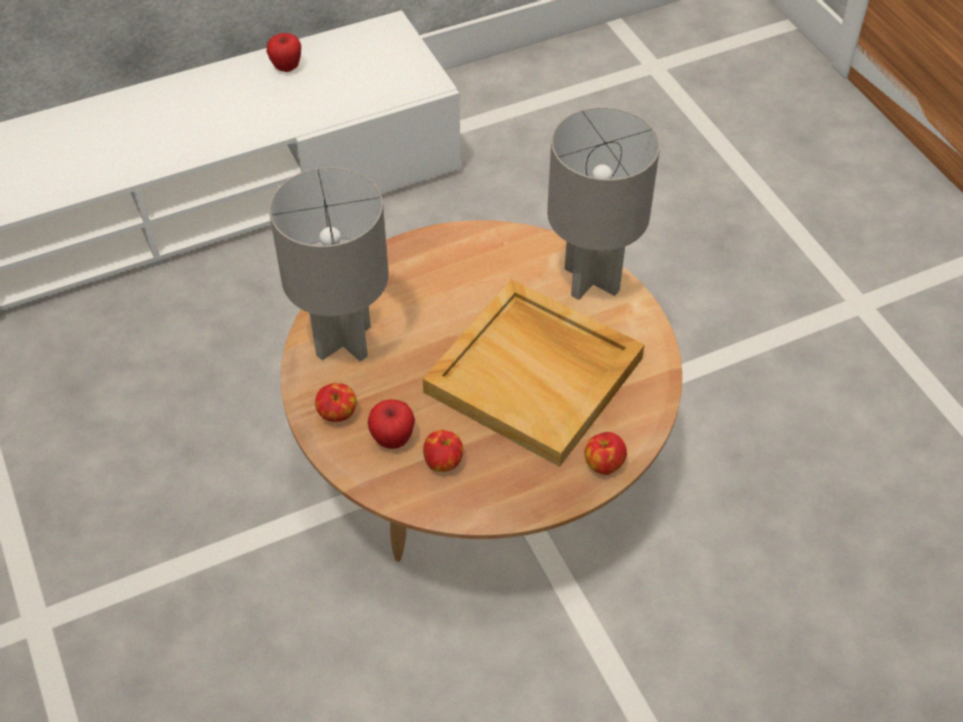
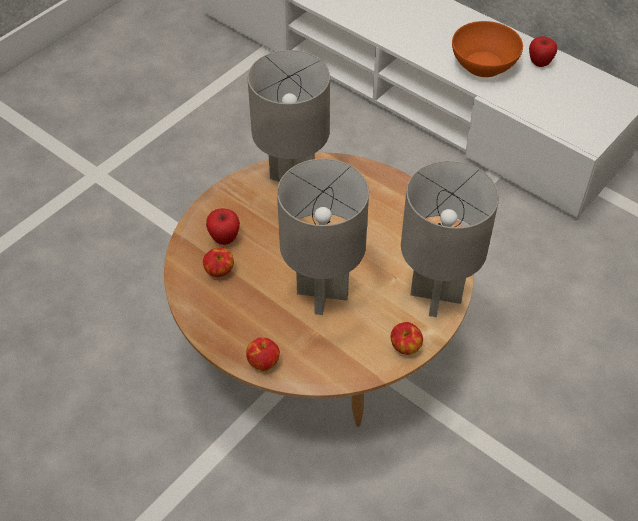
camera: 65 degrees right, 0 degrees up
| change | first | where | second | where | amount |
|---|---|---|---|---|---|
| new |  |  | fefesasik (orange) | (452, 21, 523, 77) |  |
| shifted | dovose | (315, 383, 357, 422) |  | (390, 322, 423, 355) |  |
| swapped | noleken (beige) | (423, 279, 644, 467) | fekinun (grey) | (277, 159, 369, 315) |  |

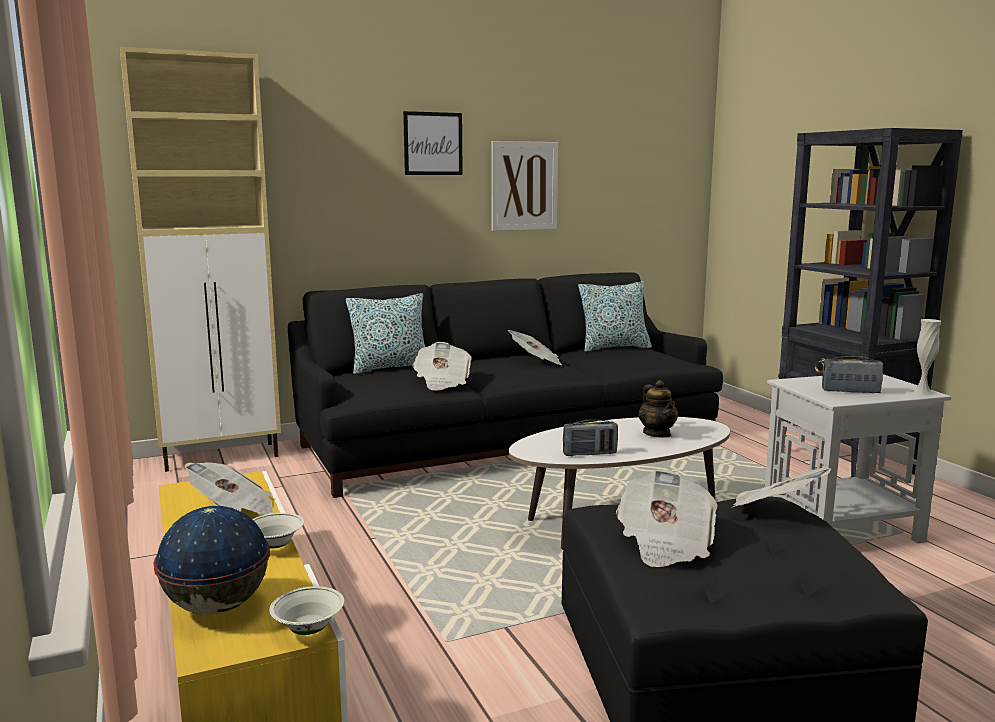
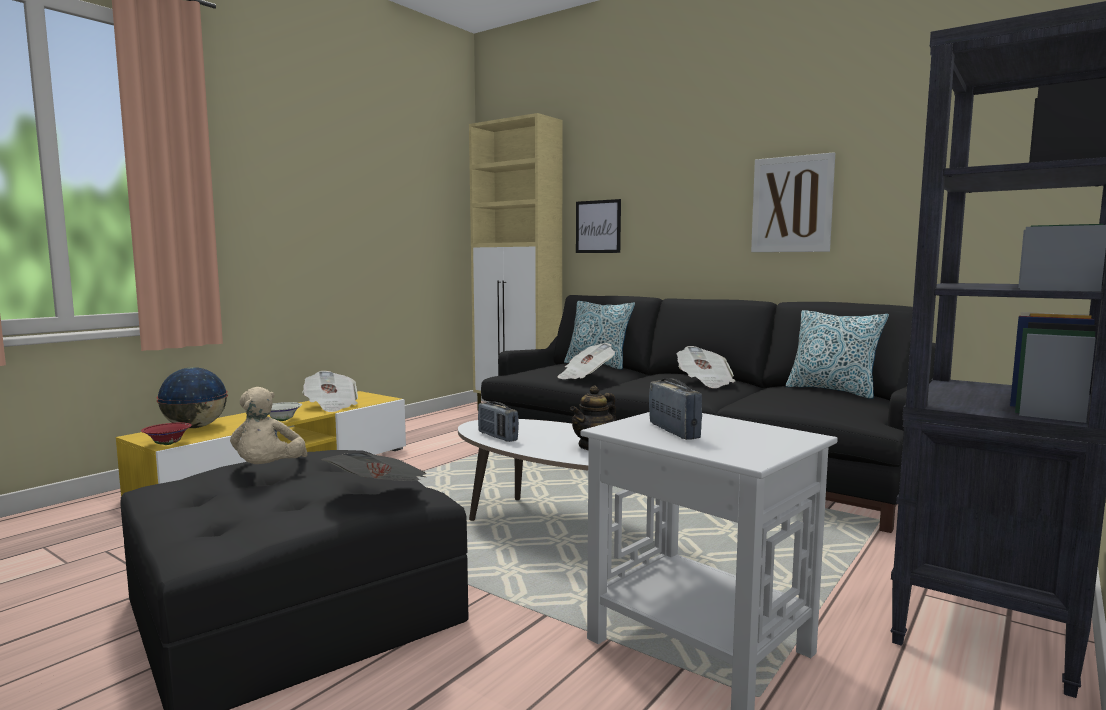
camera: 60 degrees right, 5 degrees down
| change | first | where | second | where | amount |
|---|---|---|---|---|---|
| gone | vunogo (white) | (911, 319, 942, 395) |  |  |  |
| shifted | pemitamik | (403, 111, 463, 175) |  | (576, 199, 621, 253) |  |
| swapped | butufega | (616, 469, 717, 567) | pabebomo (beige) | (230, 387, 308, 464) |  |
| repainted | fefesasik (white) | (269, 586, 344, 635) | fefesasik (red) | (141, 423, 192, 445) |  |

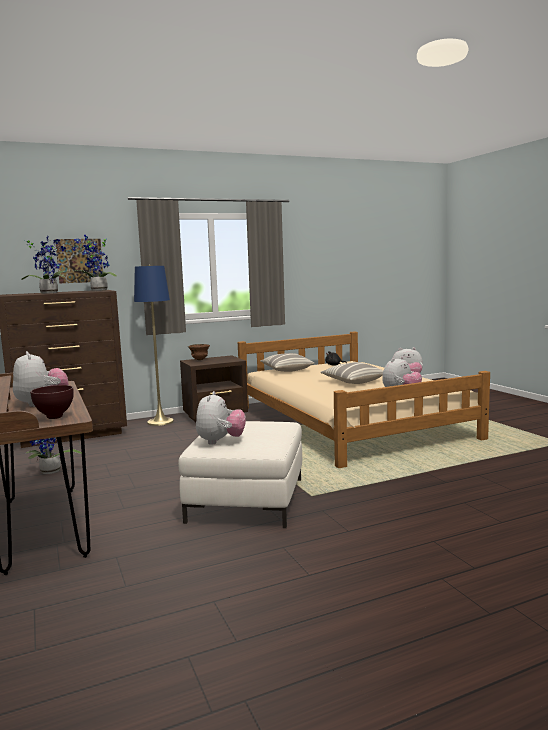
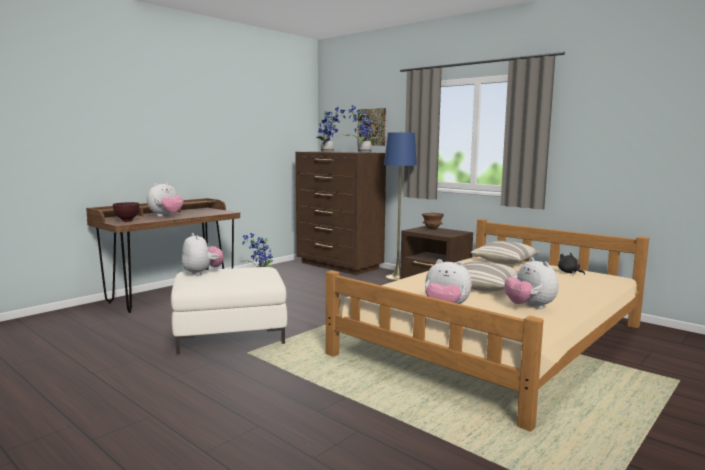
camera: 65 degrees right, 0 degrees up
| change | first | where | second | where | amount |
|---|---|---|---|---|---|
| rotated | pabebomo | (196, 391, 246, 445) |  | (182, 233, 224, 276) | 105 degrees counterclockwise |

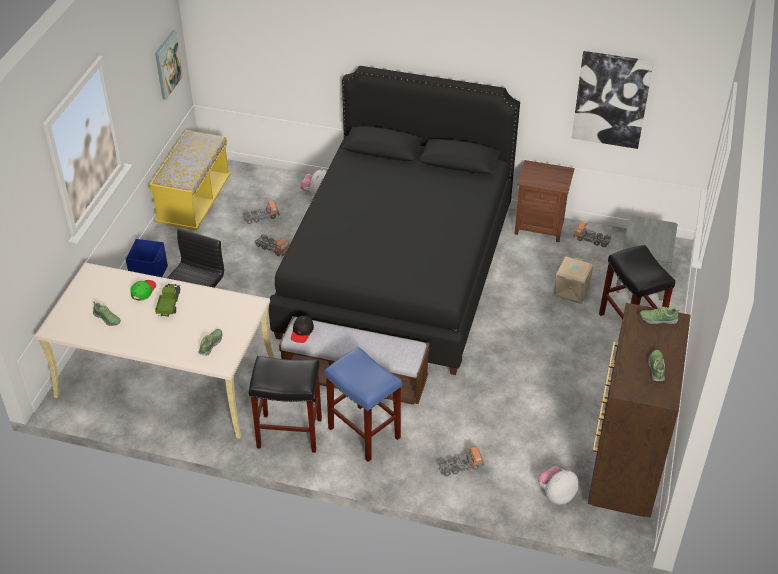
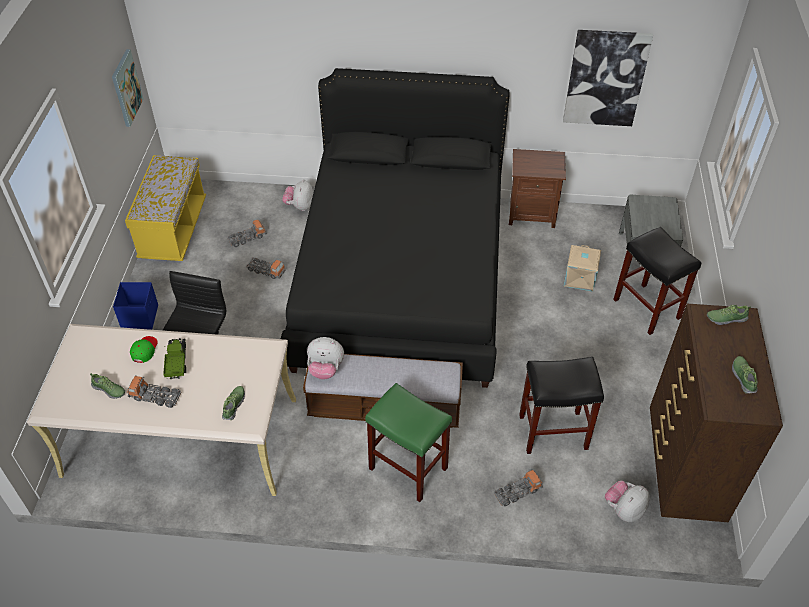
camera: 10 degrees left, 5 degrees up
| change | first | where | second | where | amount |
|---|---|---|---|---|---|
| shifted | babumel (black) | (249, 356, 322, 453) |  | (519, 357, 604, 454) |  |
| shifted | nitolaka | (573, 222, 612, 247) |  | (127, 375, 181, 408) |  |
| swapped | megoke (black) | (291, 316, 314, 343) | pabebomo | (307, 337, 344, 379) |  |
| repainted | babumel (blue) | (325, 347, 402, 462) | babumel (green) | (365, 383, 452, 502) |  |

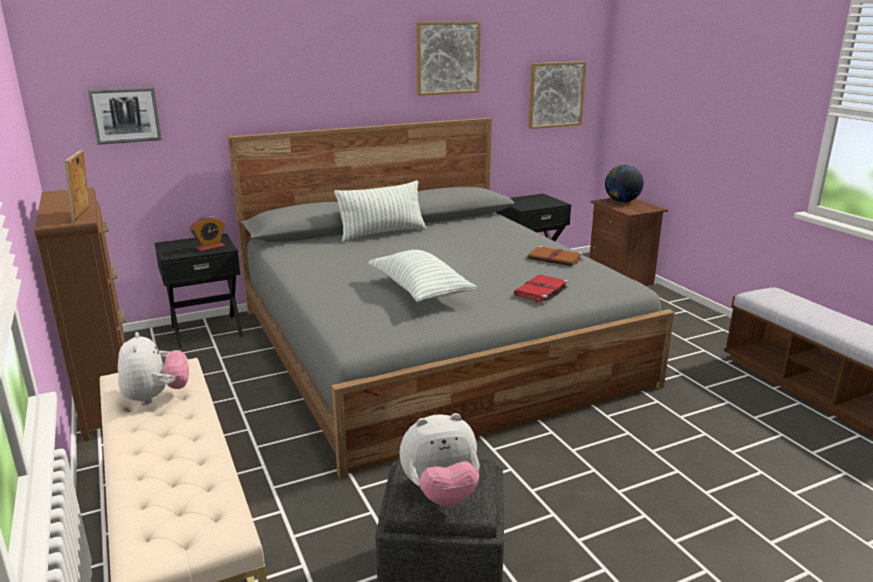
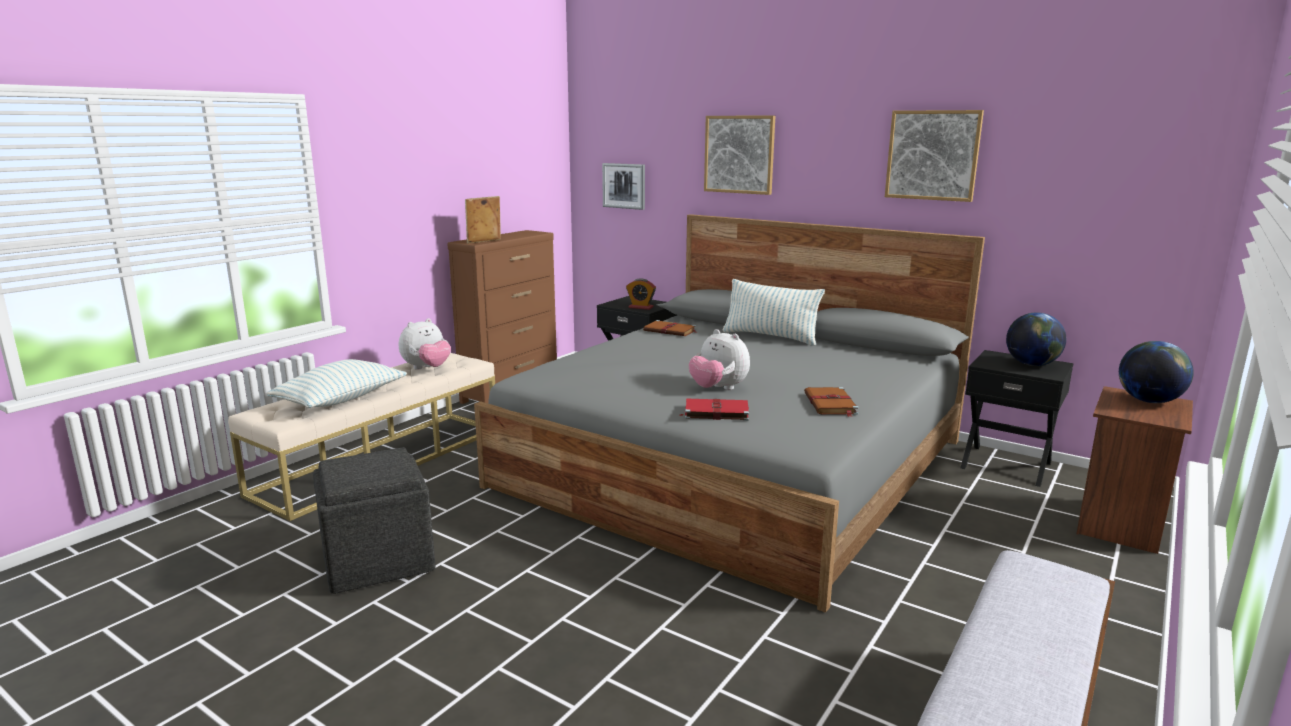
camera: 60 degrees right, 5 degrees down
| change | first | where | second | where | amount |
|---|---|---|---|---|---|
| new |  |  | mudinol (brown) | (643, 320, 697, 336) |  |
| new |  |  | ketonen | (1006, 312, 1066, 366) |  |
| shifted | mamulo | (368, 250, 477, 302) |  | (267, 359, 407, 408) |  |
| shifted | pabebomo | (399, 413, 480, 507) |  | (689, 329, 750, 390) |  |
| shifted | pemitamik | (528, 61, 586, 129) |  | (704, 116, 775, 195) |  |

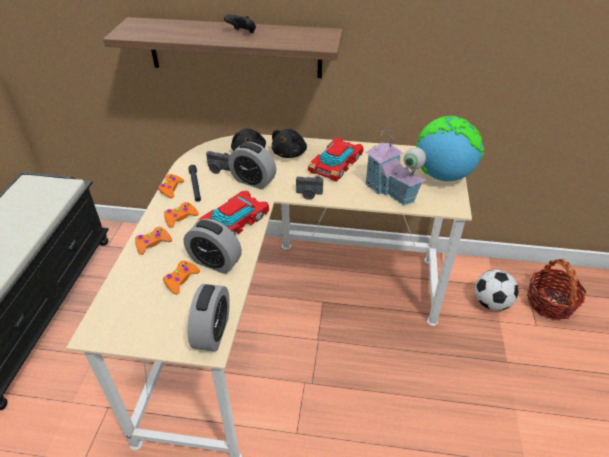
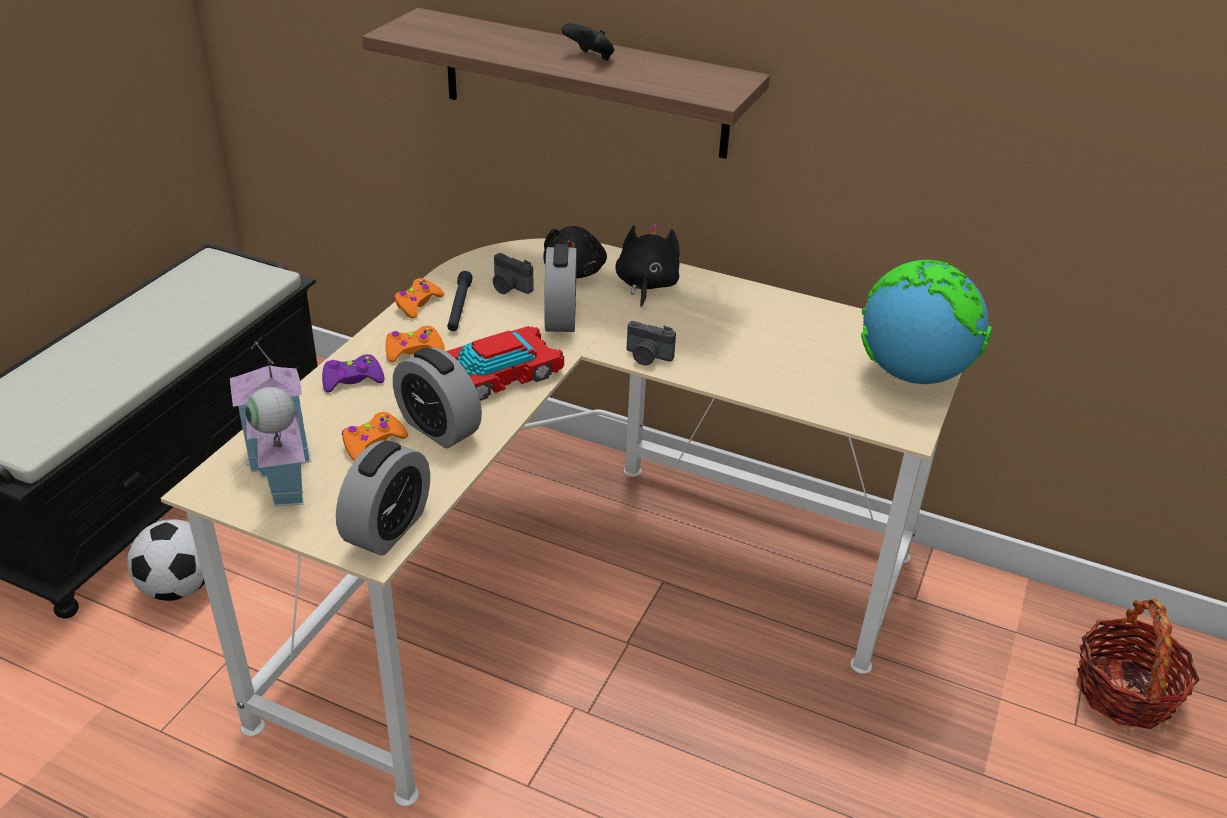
camera: 15 degrees right, 5 degrees down
| change | first | where | second | where | amount |
|---|---|---|---|---|---|
| gone | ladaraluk | (308, 138, 364, 181) |  |  |  |
| shifted | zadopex | (365, 128, 426, 206) |  | (230, 335, 312, 506) |  |
| shifted | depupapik | (475, 270, 519, 311) |  | (127, 519, 205, 601) |  |
| repainted | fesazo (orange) | (135, 227, 172, 255) | fesazo (purple) | (322, 354, 384, 393) |  |
| rotated | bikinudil | (228, 142, 276, 189) |  | (544, 244, 577, 332) | 135 degrees counterclockwise |
| rotated | pabebomo (black) | (272, 129, 307, 158) |  | (615, 224, 680, 307) | 150 degrees clockwise |

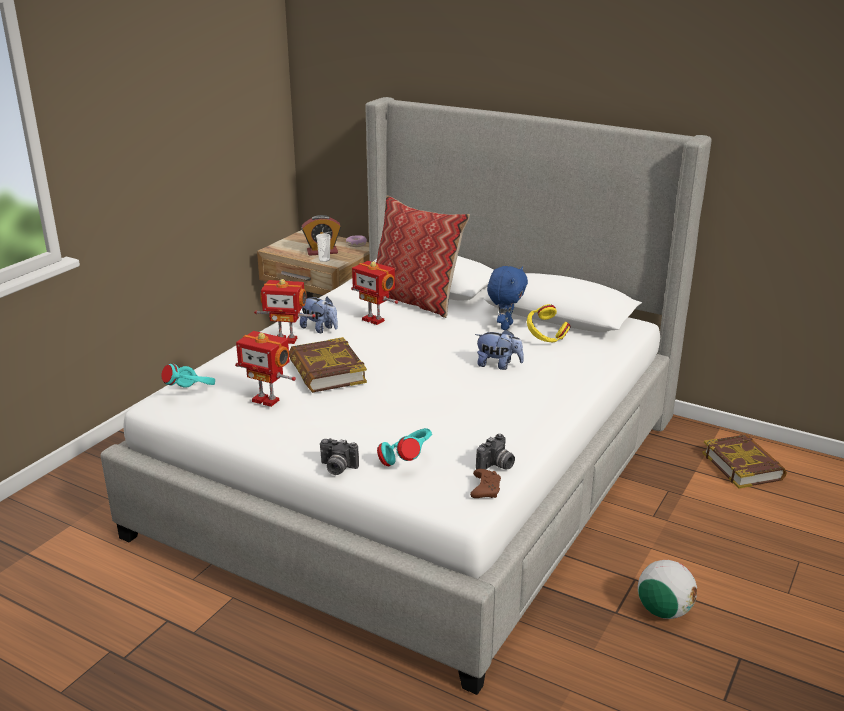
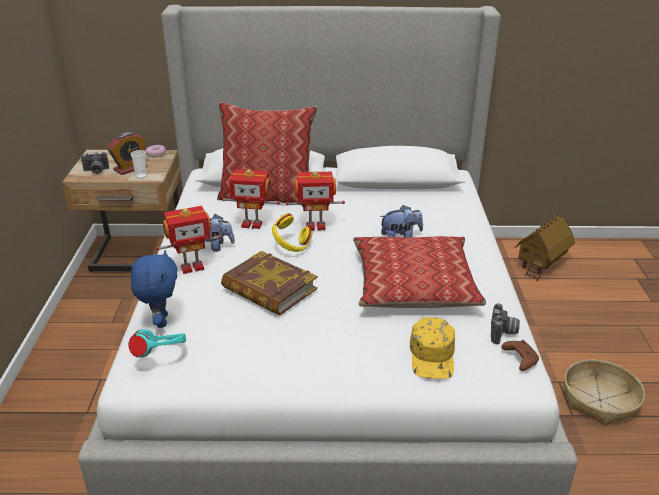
camera: 30 degrees left, 5 degrees up
| change | first | where | second | where | amount |
|---|---|---|---|---|---|
| new |  |  | mamulo | (353, 236, 486, 308) |  |
| shifted | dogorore | (235, 331, 296, 407) |  | (286, 171, 345, 230) |  |
| shifted | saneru | (320, 438, 359, 475) |  | (81, 152, 109, 174) |  |
| shifted | pabebomo (blue) | (487, 266, 528, 330) |  | (131, 250, 177, 328) |  |
| shifted | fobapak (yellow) | (527, 304, 571, 342) |  | (272, 213, 312, 252) |  |
| swapped | fobapak (turquoise) | (377, 428, 432, 466) | megoke (yellow) | (410, 317, 455, 379) |  |
| swapped | depupapik | (638, 560, 697, 619) | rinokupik | (564, 360, 645, 425) |  |
| swapped | mudinol | (702, 434, 787, 489) | zadopex | (514, 214, 575, 281) |  |

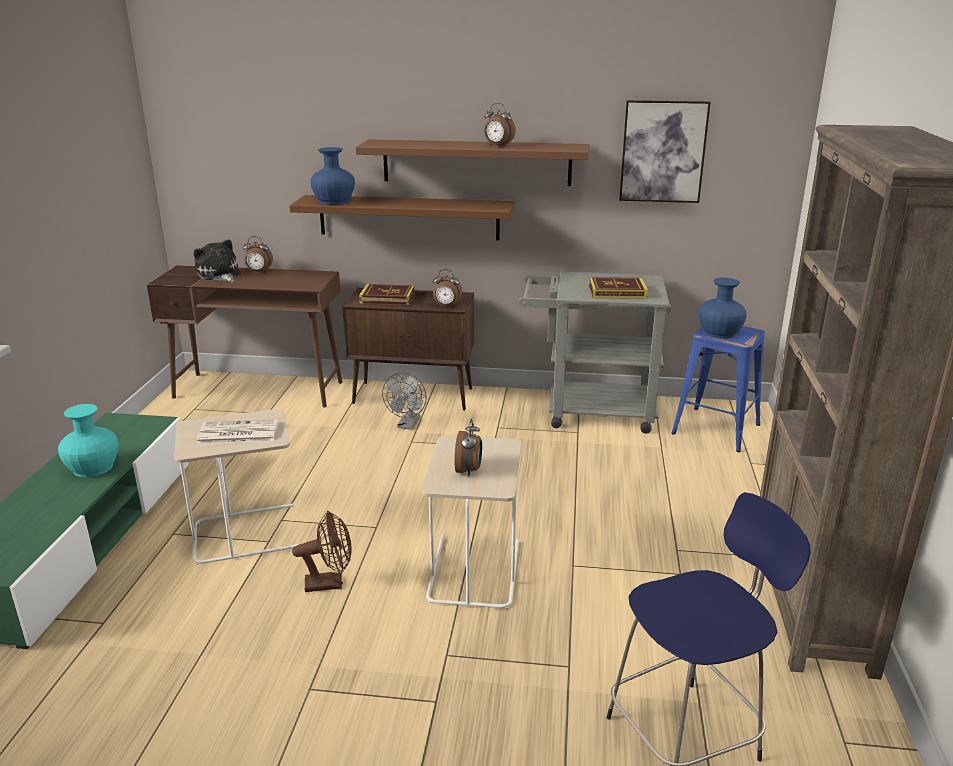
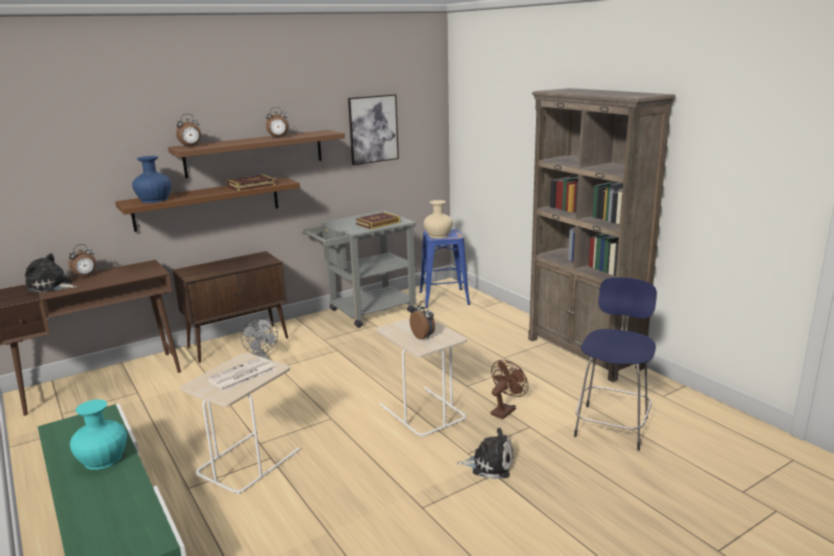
camera: 40 degrees left, 5 degrees down
| change | first | where | second | where | amount |
|---|---|---|---|---|---|
| new |  |  | pabebomo | (457, 428, 513, 479) |  |
| shifted | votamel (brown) | (292, 511, 351, 592) |  | (491, 360, 528, 419) |  |
| shifted | mudinol | (359, 284, 415, 305) |  | (226, 174, 275, 191) |  |
| shifted | bikinudil | (433, 269, 462, 307) |  | (176, 114, 201, 146) |  |
| repainted | vunogo (blue) | (699, 278, 747, 339) | vunogo (beige) | (424, 200, 453, 238) |  |

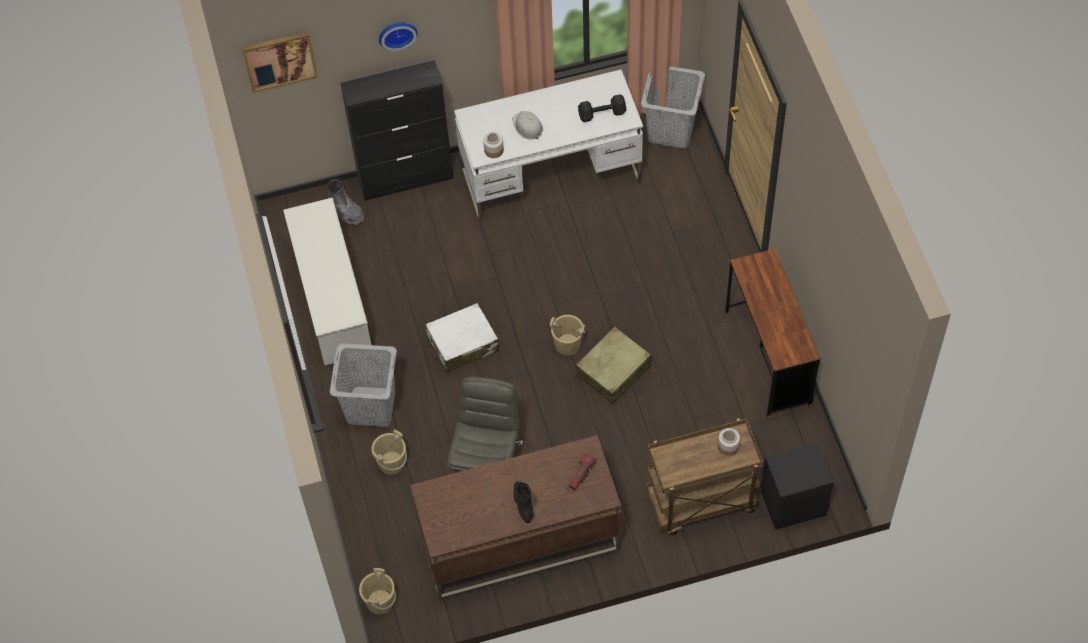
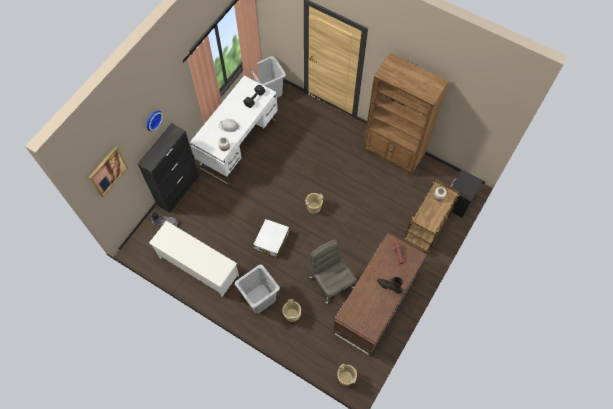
camera: 45 degrees left, 5 degrees up
| change | first | where | second | where | amount |
|---|---|---|---|---|---|
| gone | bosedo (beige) | (576, 326, 651, 404) |  |  |  |
| swapped | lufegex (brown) | (725, 249, 820, 419) | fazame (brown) | (363, 53, 449, 175) |  |

